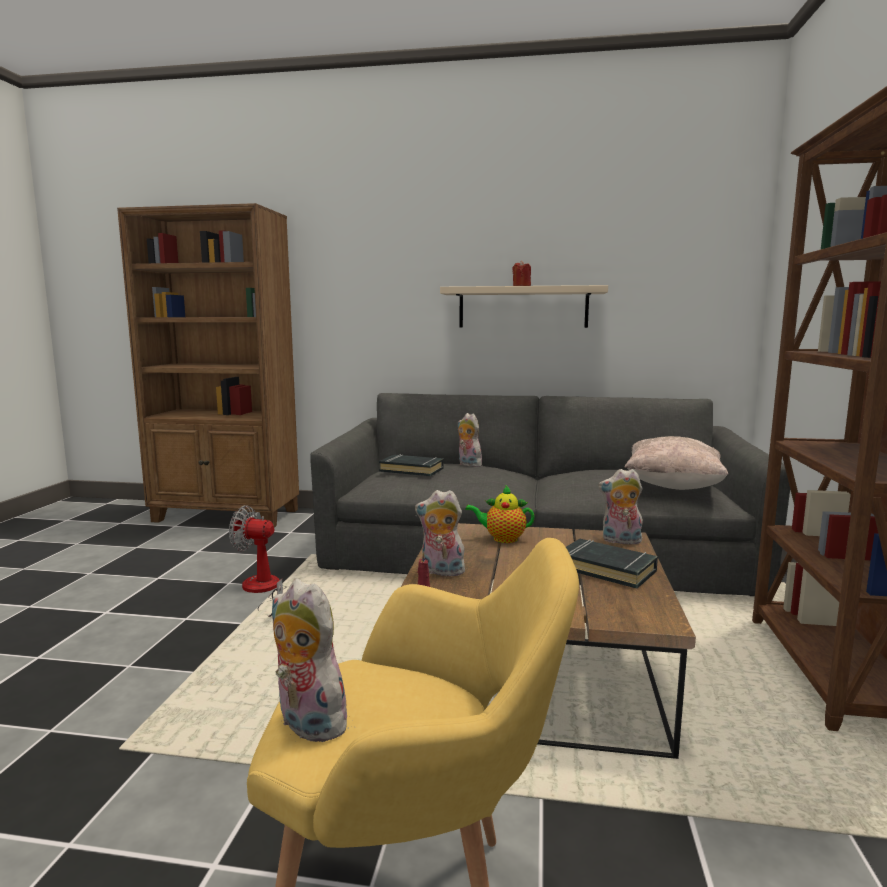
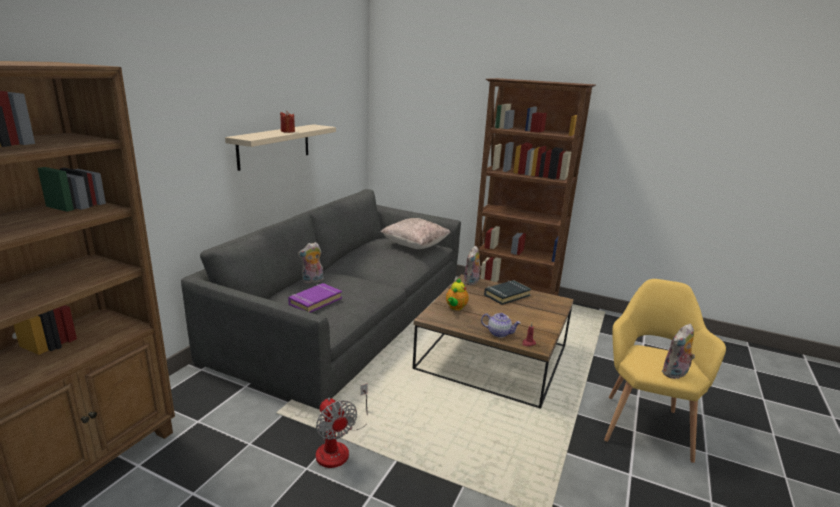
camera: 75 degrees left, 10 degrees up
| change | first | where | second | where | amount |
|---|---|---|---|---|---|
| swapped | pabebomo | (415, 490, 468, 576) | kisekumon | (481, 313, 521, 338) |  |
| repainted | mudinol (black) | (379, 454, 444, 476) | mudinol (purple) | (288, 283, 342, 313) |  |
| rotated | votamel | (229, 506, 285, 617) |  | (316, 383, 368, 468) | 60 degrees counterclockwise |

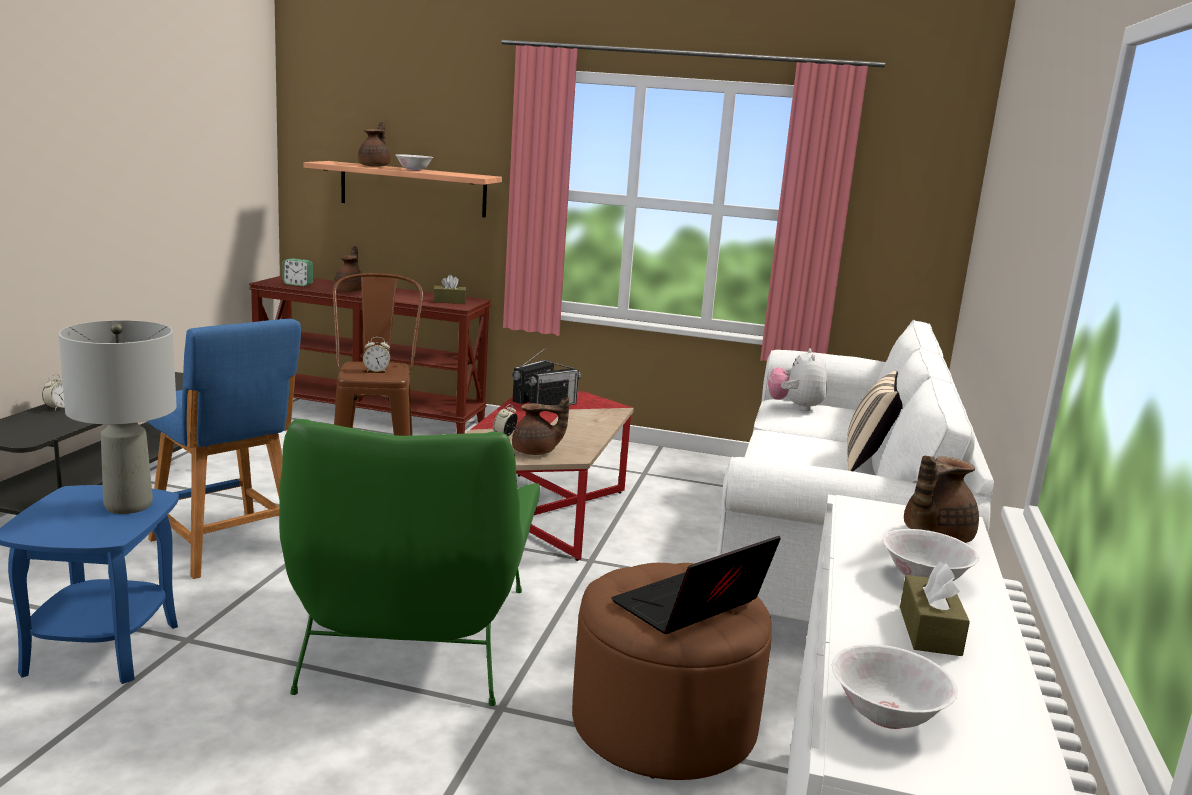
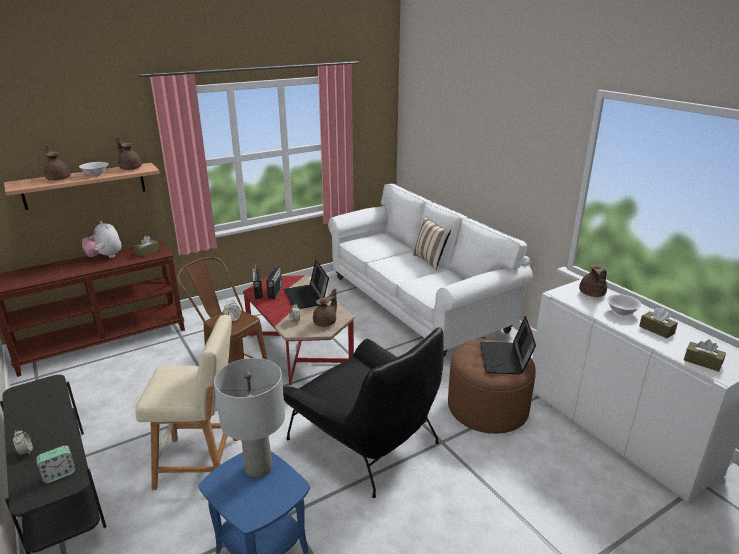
camera: 45 degrees left, 10 degrees up
| change | first | where | second | where | amount |
|---|---|---|---|---|---|
| new |  |  | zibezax | (283, 260, 329, 309) |  |
| shifted | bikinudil | (283, 258, 313, 286) |  | (36, 445, 76, 483) |  |
| shifted | kisekumon (brown) | (334, 246, 362, 292) |  | (116, 136, 142, 170) |  |
| shifted | pabebomo | (768, 348, 827, 411) |  | (82, 221, 121, 258) |  |
| swapped | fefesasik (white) | (832, 644, 958, 729) | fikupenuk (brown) | (684, 339, 726, 372) |  |
| repainted | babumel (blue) | (146, 319, 301, 579) | babumel (beige) | (135, 315, 238, 490) |  |
| repainted | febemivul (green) | (279, 419, 540, 706) | febemivul (black) | (283, 327, 444, 498) |  |

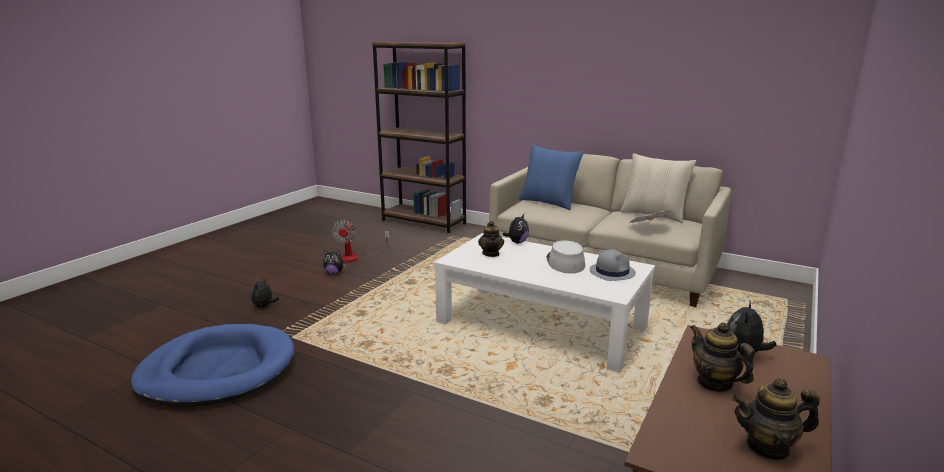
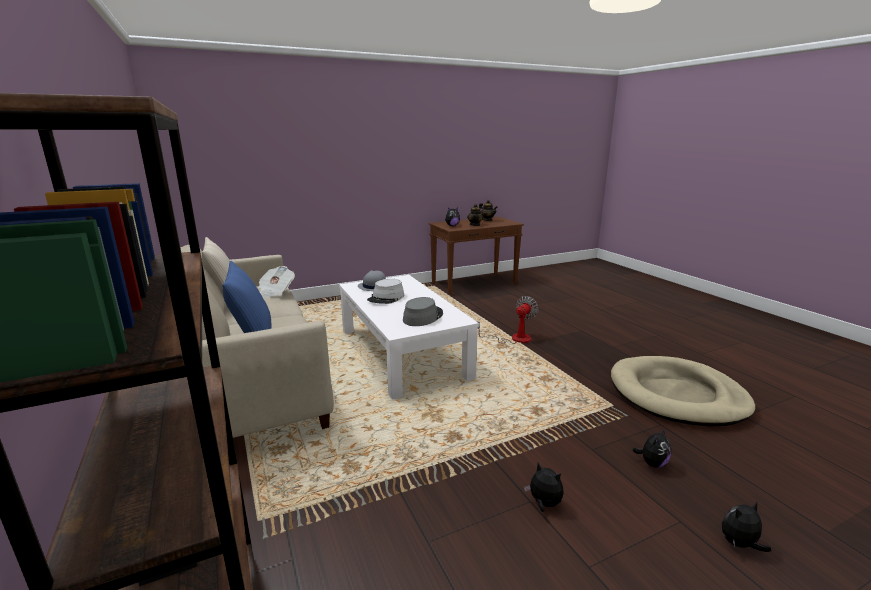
camera: 145 degrees left, 0 degrees up
| change | first | where | second | where | amount |
|---|---|---|---|---|---|
| shifted | votamel | (332, 220, 390, 262) |  | (476, 296, 539, 344) |  |
| shifted | pabebomo | (503, 214, 529, 243) |  | (722, 501, 771, 552) |  |
| swapped | kisekumon | (478, 221, 504, 257) | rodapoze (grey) | (403, 297, 443, 326) |  |
| repainted | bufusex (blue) | (131, 324, 294, 407) | bufusex (beige) | (611, 356, 755, 427) |  |

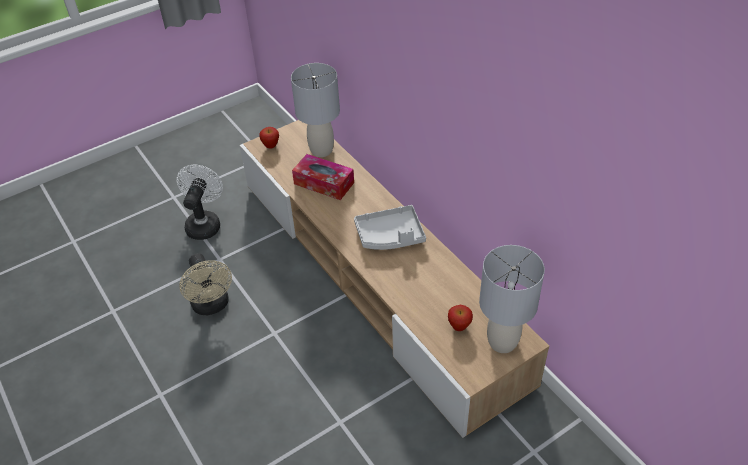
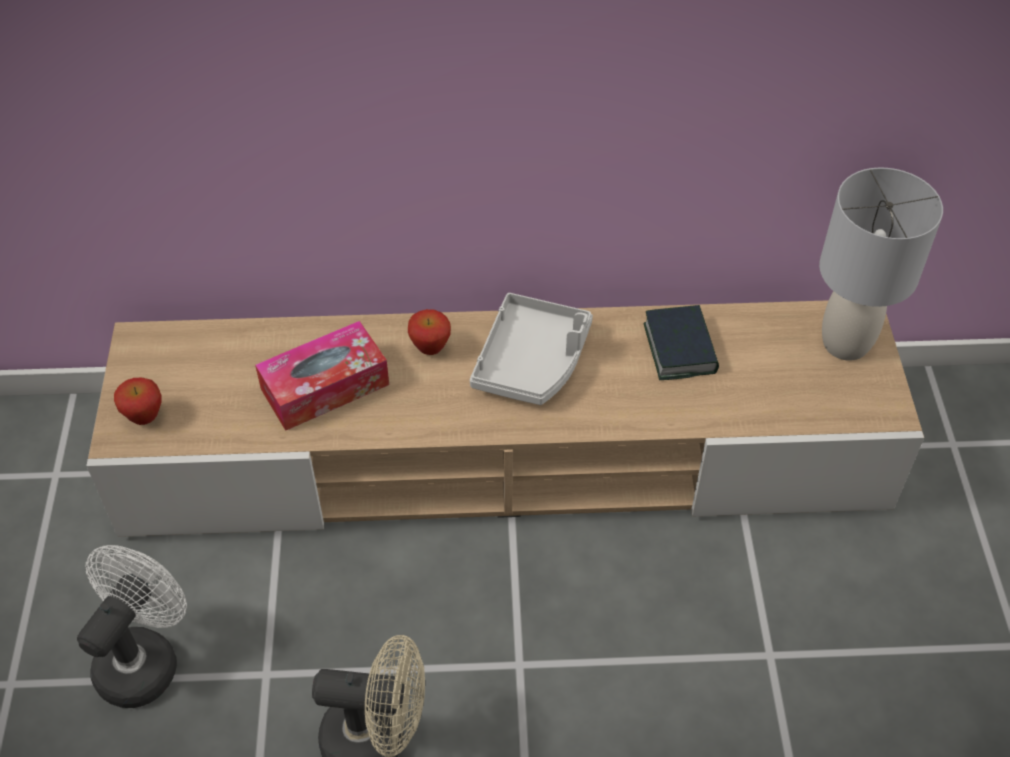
camera: 60 degrees left, 5 degrees up
| change | first | where | second | where | amount |
|---|---|---|---|---|---|
| gone | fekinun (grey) | (291, 63, 340, 157) |  |  |  |
| new |  |  | mudinol | (644, 305, 719, 380) |  |
| shifted | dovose | (448, 305, 473, 331) |  | (408, 309, 451, 355) |  |
| rotated | votamel (white) | (176, 165, 223, 240) |  | (77, 545, 187, 708) | 75 degrees clockwise |

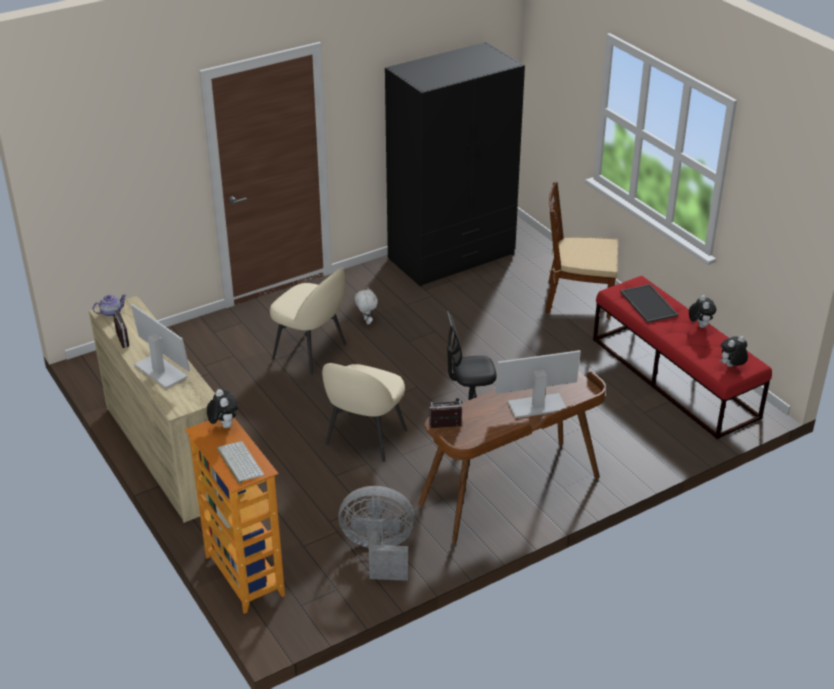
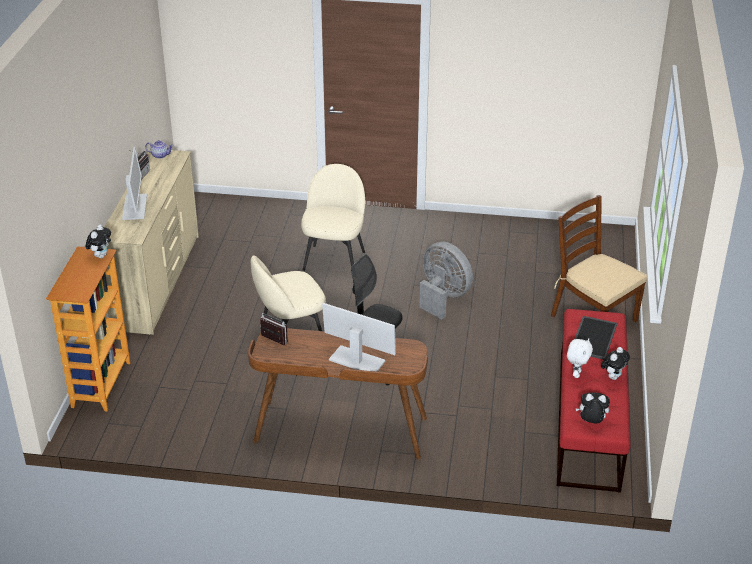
camera: 40 degrees right, 0 degrees up
| change | first | where | second | where | amount |
|---|---|---|---|---|---|
| gone | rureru | (217, 441, 264, 484) |  |  |  |
| gone | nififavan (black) | (385, 42, 525, 287) |  |  |  |
| shifted | votamel (grey) | (338, 486, 415, 581) |  | (419, 242, 473, 319) |  |
| shifted | pabebomo (white) | (355, 287, 378, 324) |  | (567, 339, 593, 378) |  |
| rotated | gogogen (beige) | (270, 267, 346, 375) |  | (301, 164, 365, 271) | 150 degrees counterclockwise |

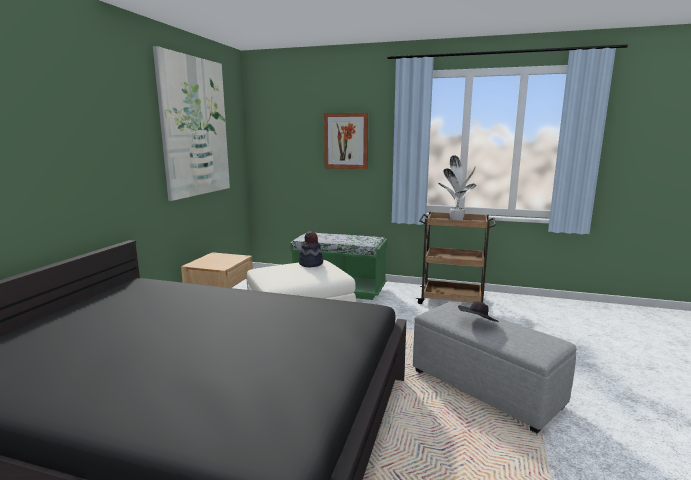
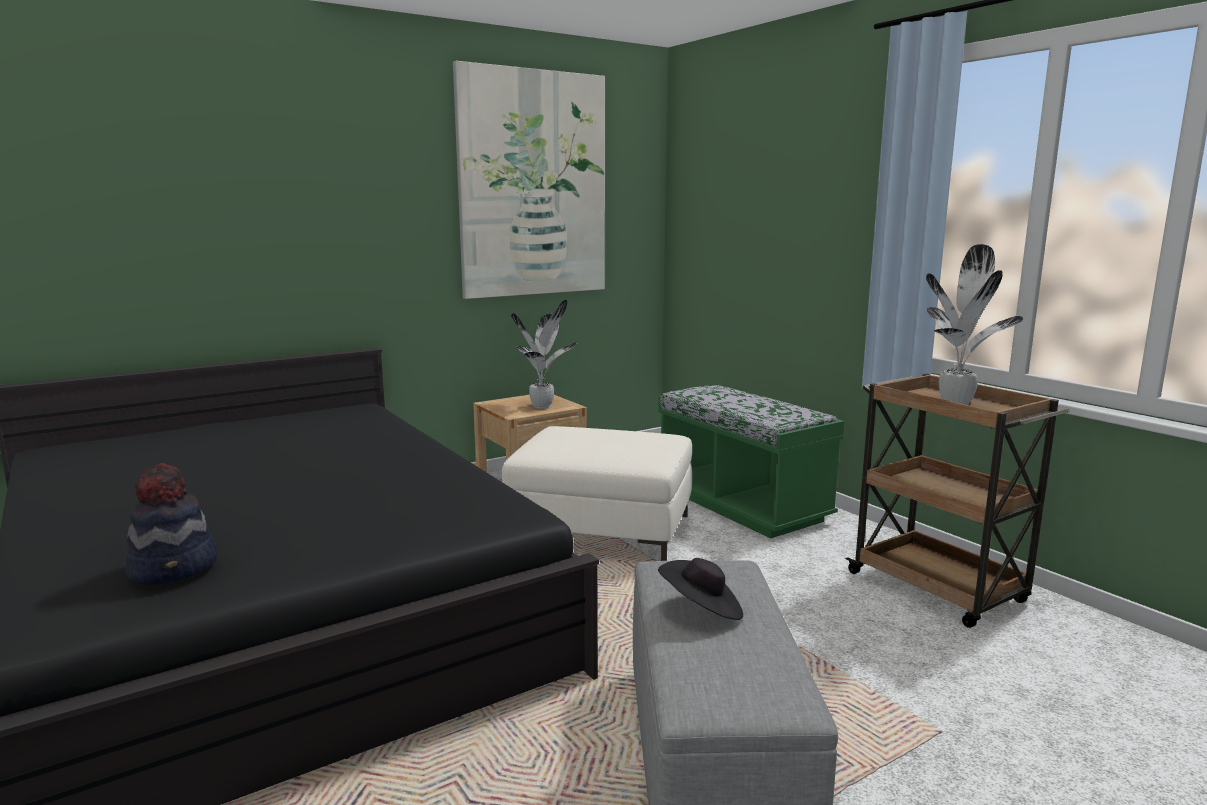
camera: 40 degrees right, 0 degrees up
| change | first | where | second | where | amount |
|---|---|---|---|---|---|
| gone | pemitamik | (324, 113, 368, 169) |  |  |  |
| new |  |  | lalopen | (511, 300, 577, 409) |  |
| shifted | rodapoze | (299, 231, 323, 267) |  | (125, 463, 217, 585) |  |

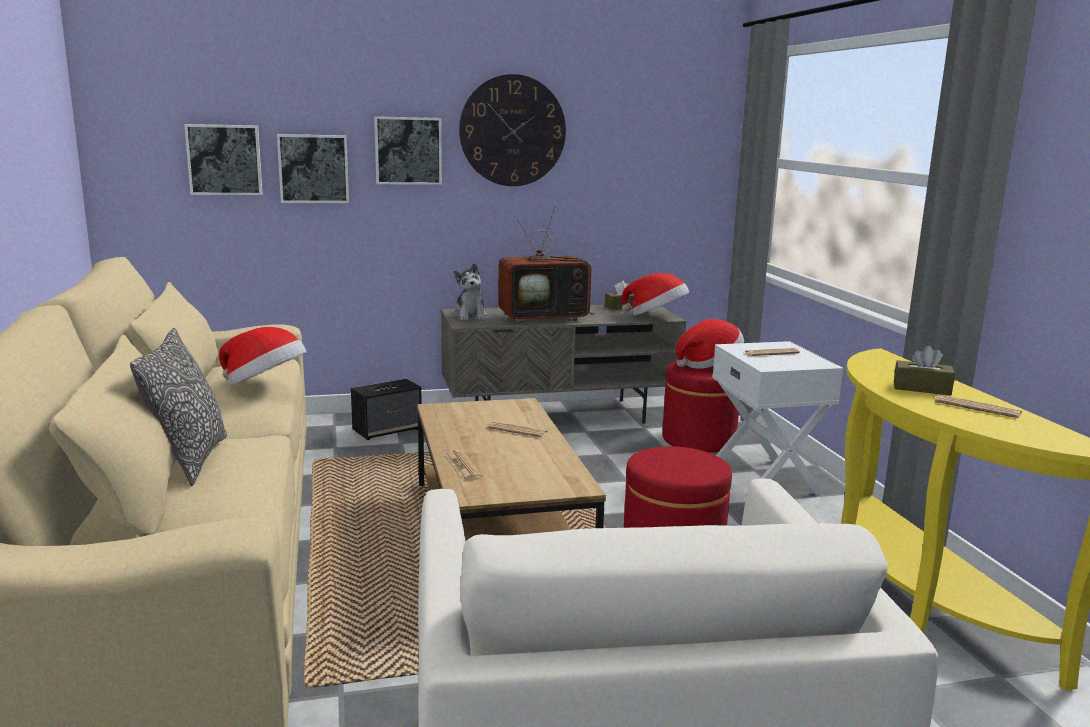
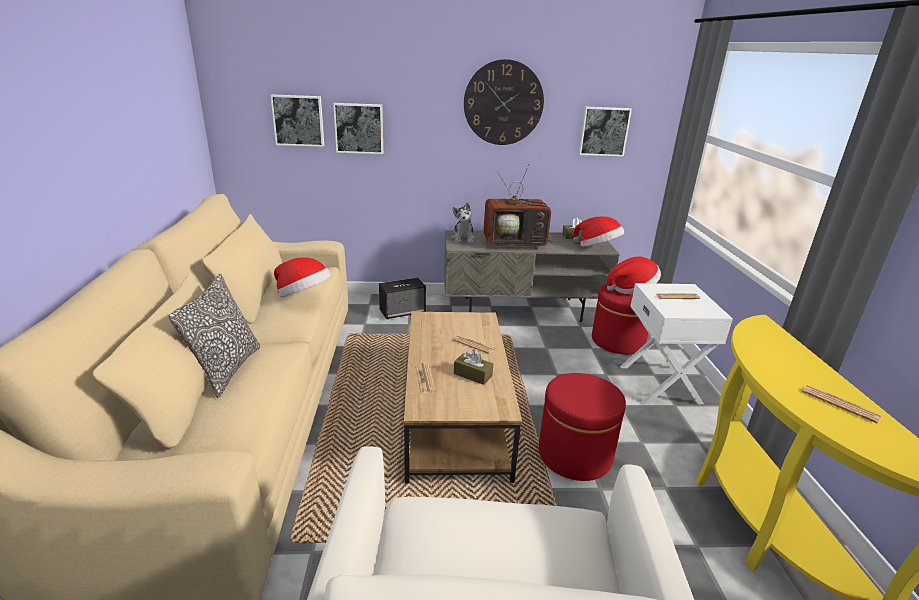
camera: 10 degrees right, 10 degrees up
| change | first | where | second | where | amount |
|---|---|---|---|---|---|
| shifted | pemitamik | (374, 116, 442, 185) |  | (578, 107, 632, 156) |  |
| shifted | fikupenuk (brown) | (894, 345, 955, 395) |  | (454, 350, 493, 385) |  |

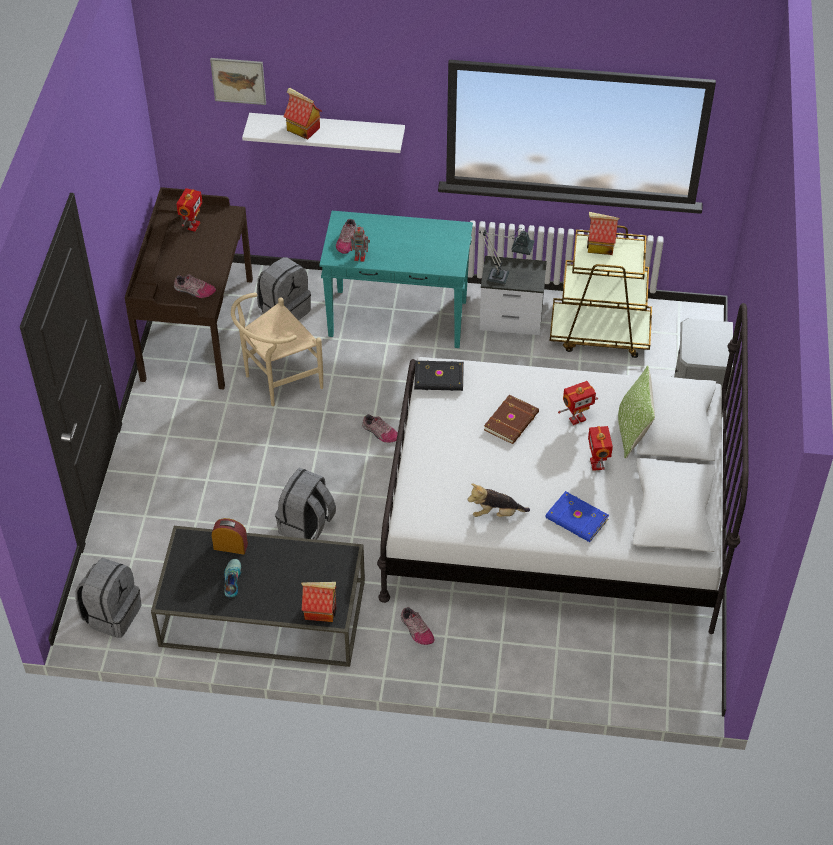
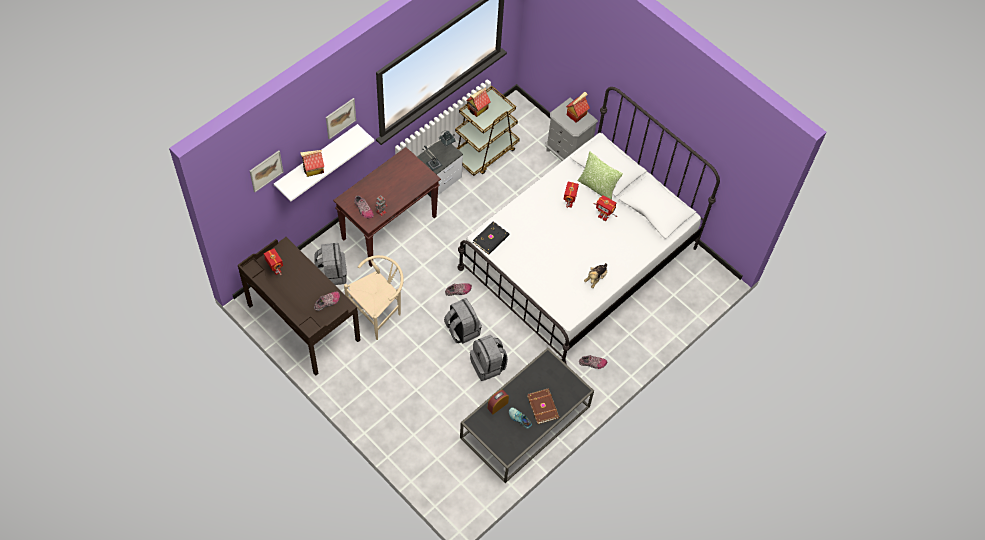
camera: 55 degrees left, 10 degrees up
| change | first | where | second | where | amount |
|---|---|---|---|---|---|
| gone | mudinol (blue) | (545, 491, 609, 542) |  |  |  |
| new |  |  | pemitamik | (326, 98, 356, 140) |  |
| shifted | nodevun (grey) | (75, 558, 141, 638) |  | (444, 298, 482, 344) |  |
| shifted | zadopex | (301, 582, 336, 622) |  | (566, 92, 590, 123) |  |
| shifted | mudinol (brown) | (484, 395, 539, 444) |  | (527, 388, 559, 424) |  |
| repainted | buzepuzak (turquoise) | (319, 211, 473, 348) | buzepuzak (brown) | (333, 147, 441, 267) |  |
| rotated | gogogen (beige) | (231, 293, 323, 406) |  | (344, 255, 404, 340) | 135 degrees counterclockwise |

